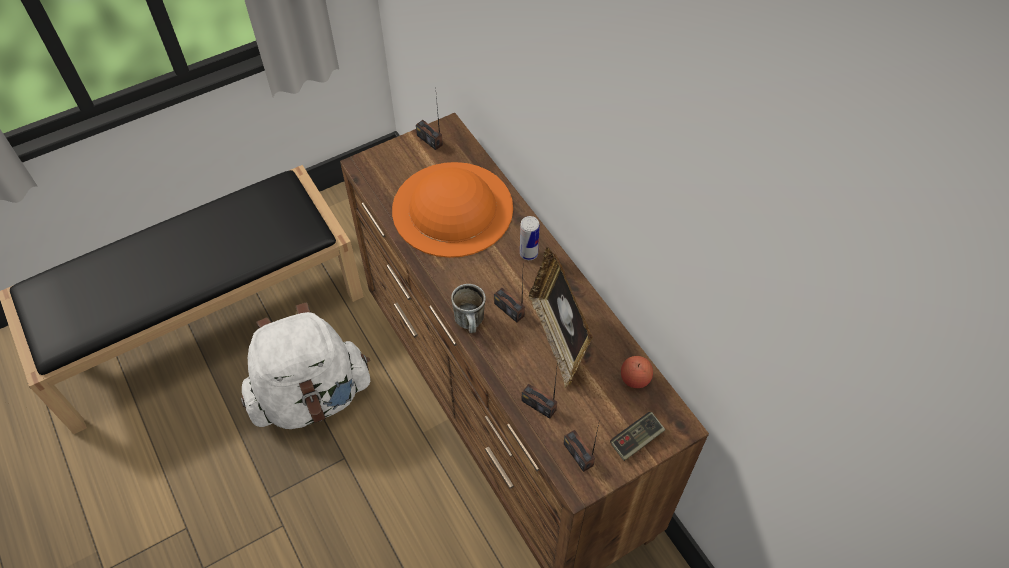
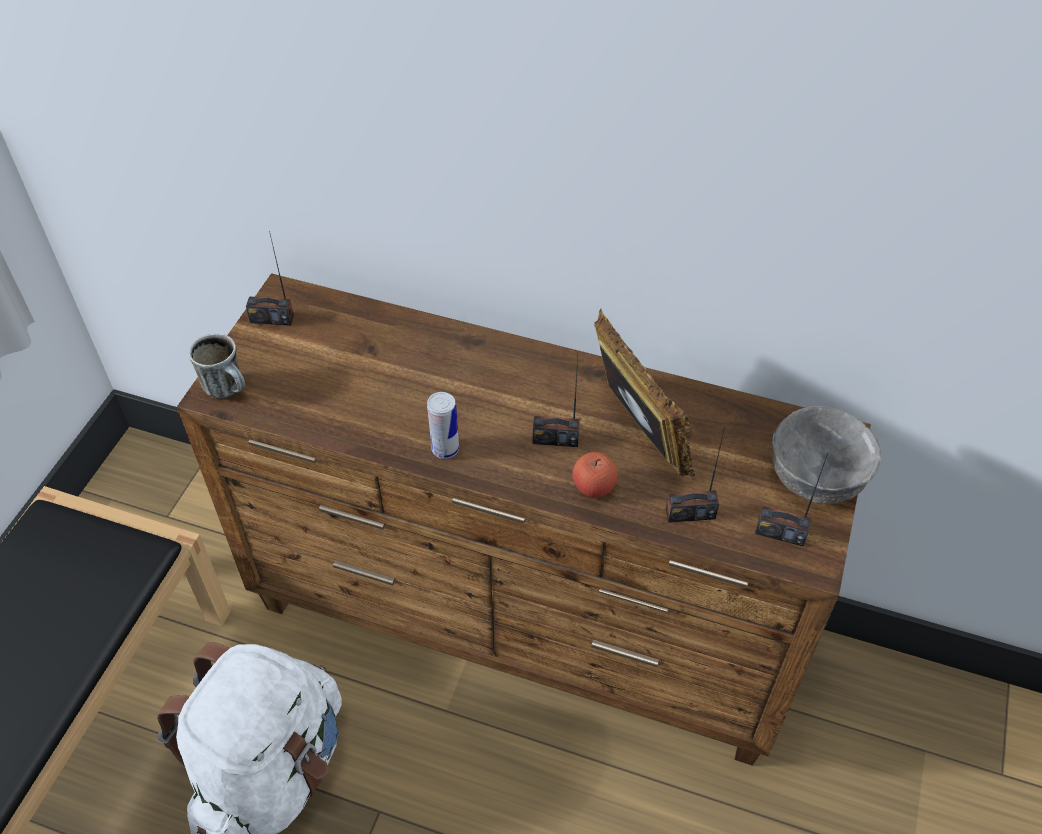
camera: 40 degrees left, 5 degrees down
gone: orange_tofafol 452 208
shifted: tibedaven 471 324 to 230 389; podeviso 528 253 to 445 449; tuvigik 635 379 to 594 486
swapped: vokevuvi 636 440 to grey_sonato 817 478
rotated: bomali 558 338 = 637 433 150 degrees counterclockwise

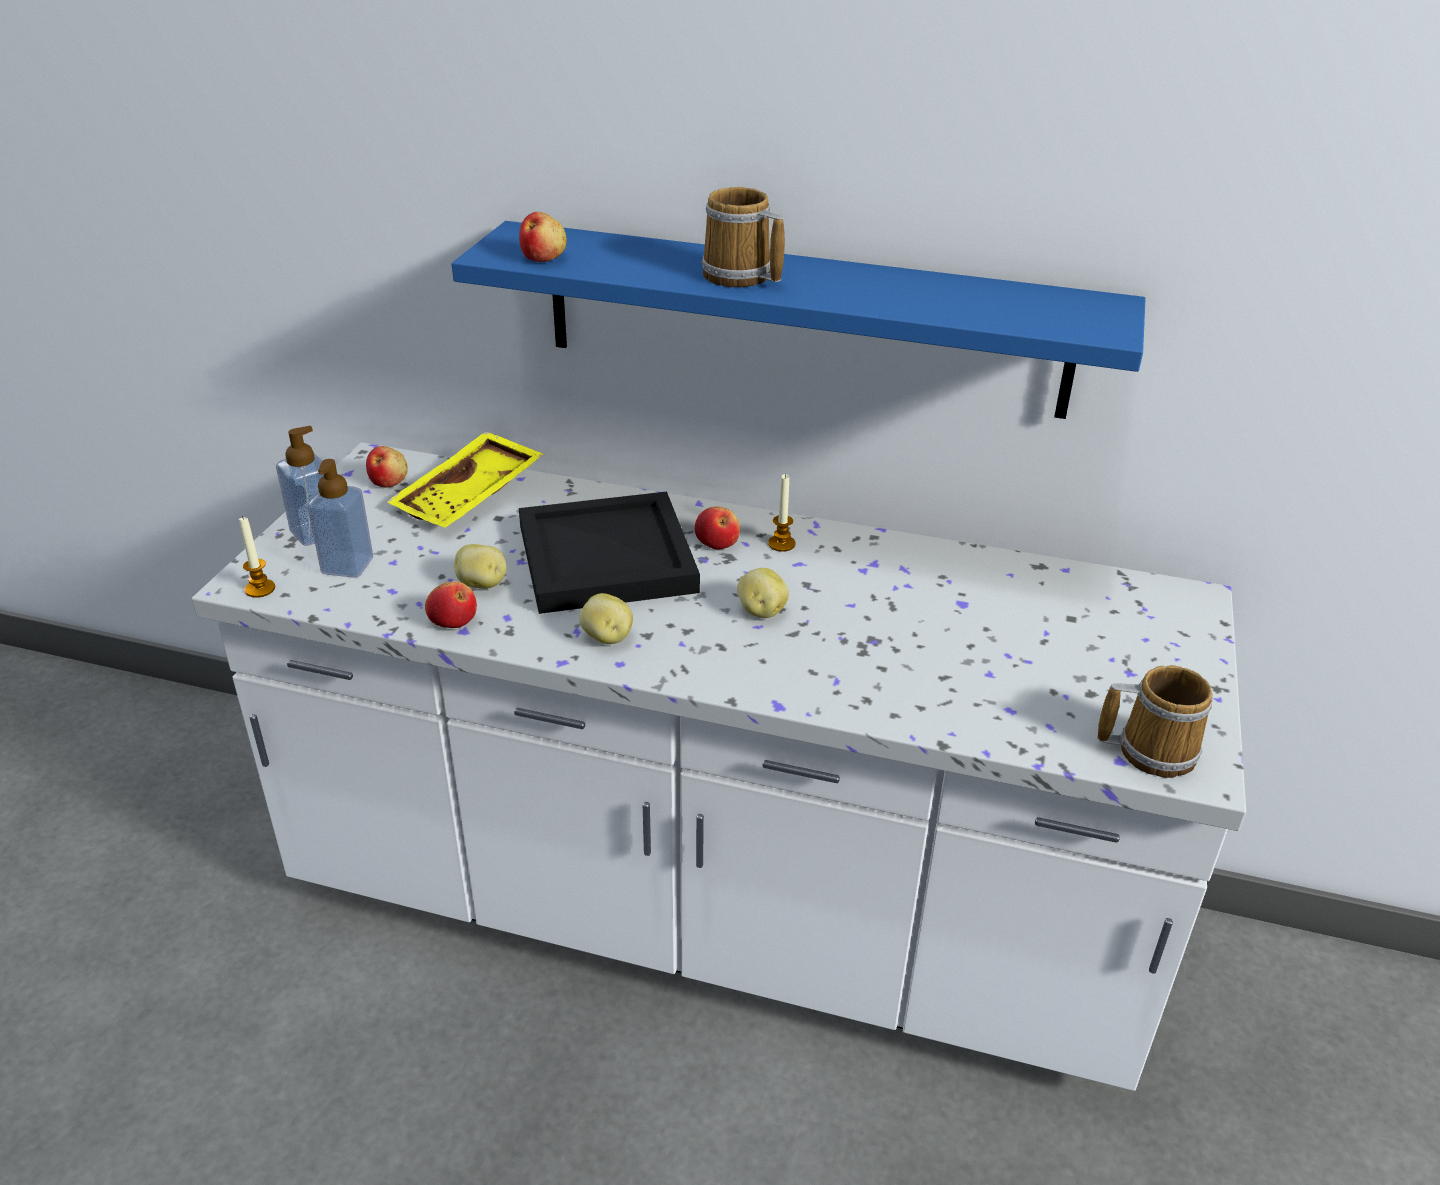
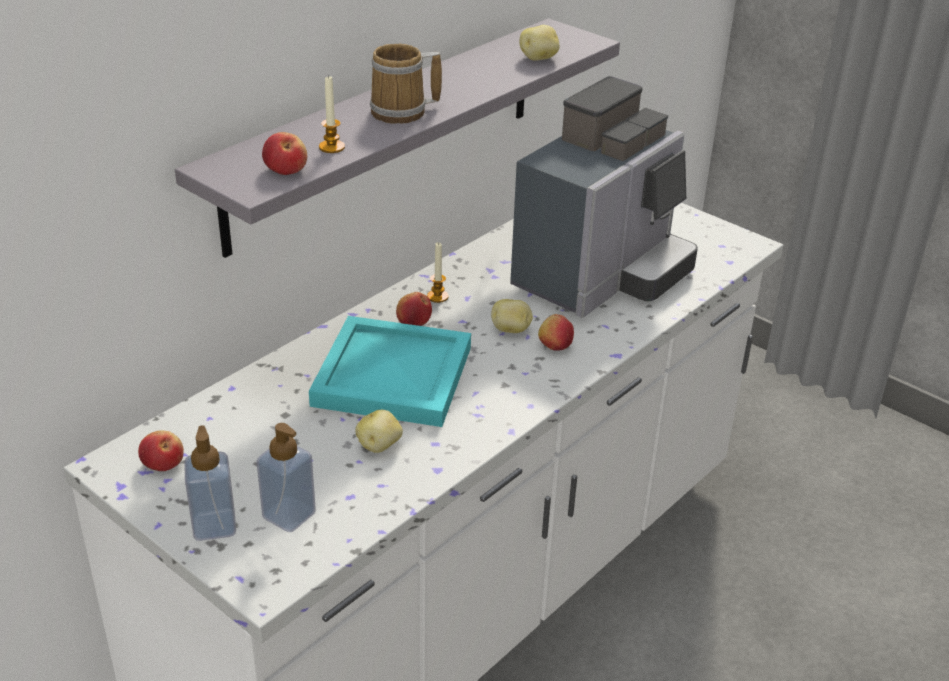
camera: 65 degrees left, 0 degrees up
gone: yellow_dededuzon 471 497; tibedaven 1151 749
new: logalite 602 275
shifted: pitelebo 260 589 to 331 147; tuvigik 453 620 to 555 345; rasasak 606 637 to 539 58
repainted: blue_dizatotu 803 319 to grey_dizatotu 387 131; black_dededuzon 608 556 to turquoise_dededuzon 391 374

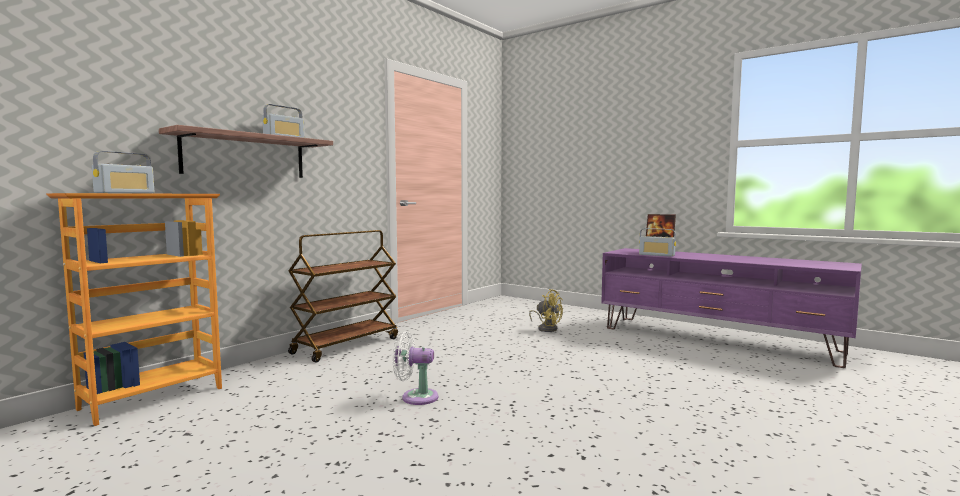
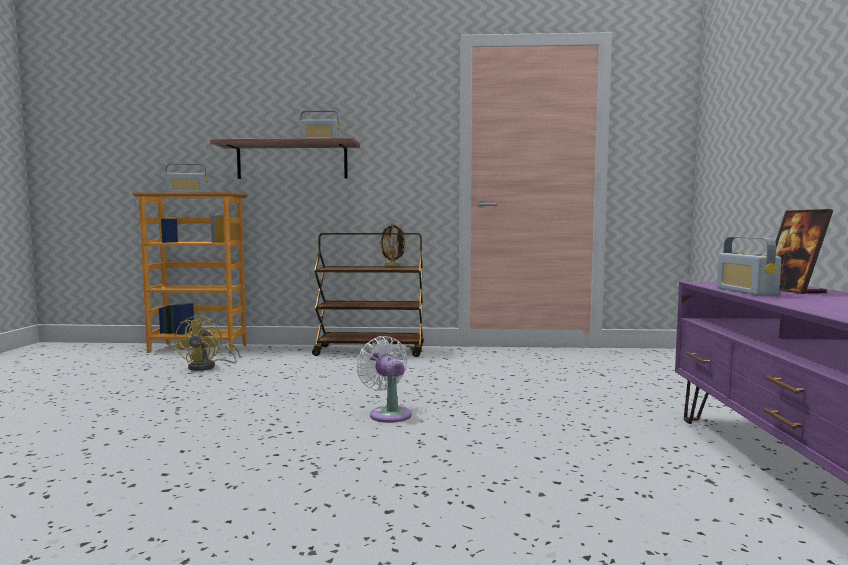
camera: 55 degrees right, 0 degrees up
new: bomali 393 266
shifted: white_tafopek 416 397 to 388 413; yellow_tafopek 546 328 to 208 367

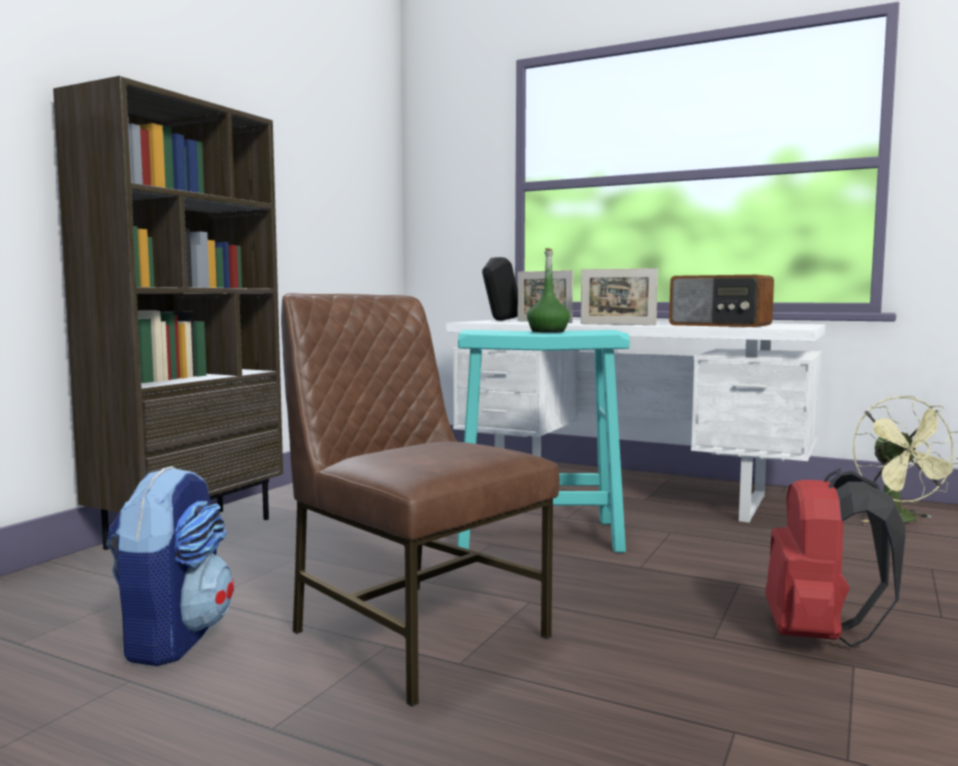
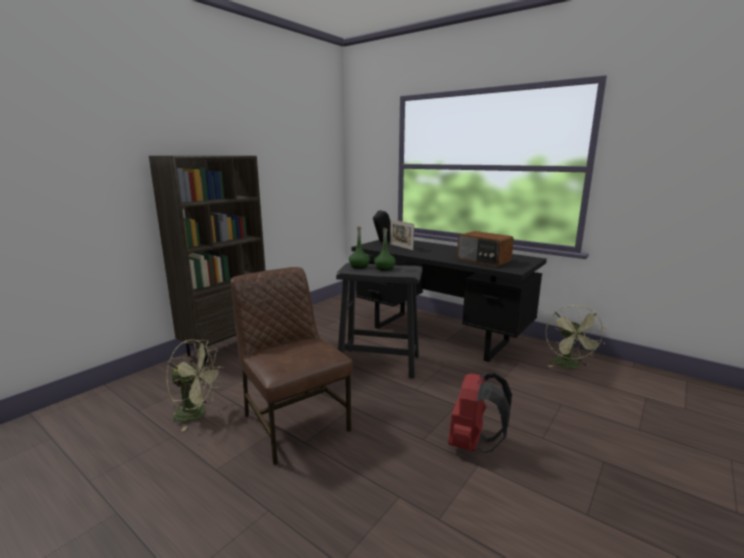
camera: 10 degrees right, 10 degrees up
gone: bomali 617 324
new: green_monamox 359 266
swapped: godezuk 173 638 to green_tafopek 197 414
repainted: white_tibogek 629 492 to black_tibogek 440 334; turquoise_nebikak 537 535 to black_nebikak 378 362

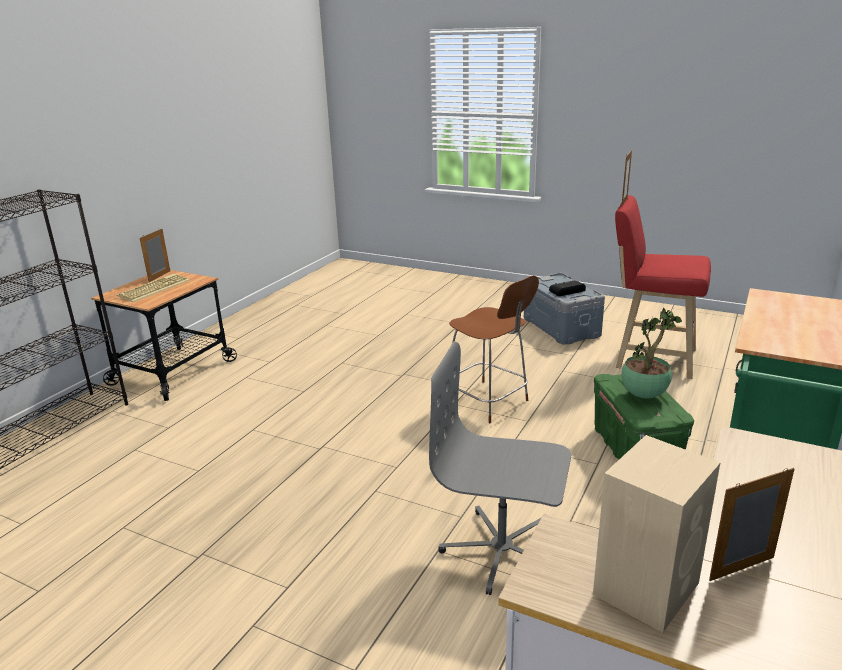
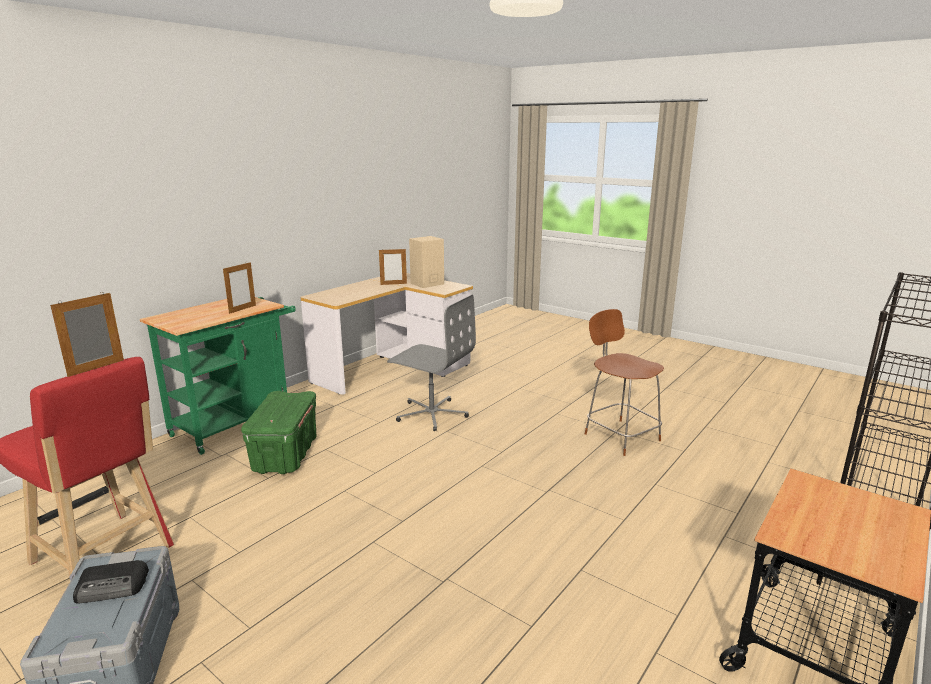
camera: 170 degrees left, 5 degrees down
gone: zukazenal 154 288; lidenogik 644 395
shifted: bomali 159 276 to 242 309; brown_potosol 488 402 to 620 436

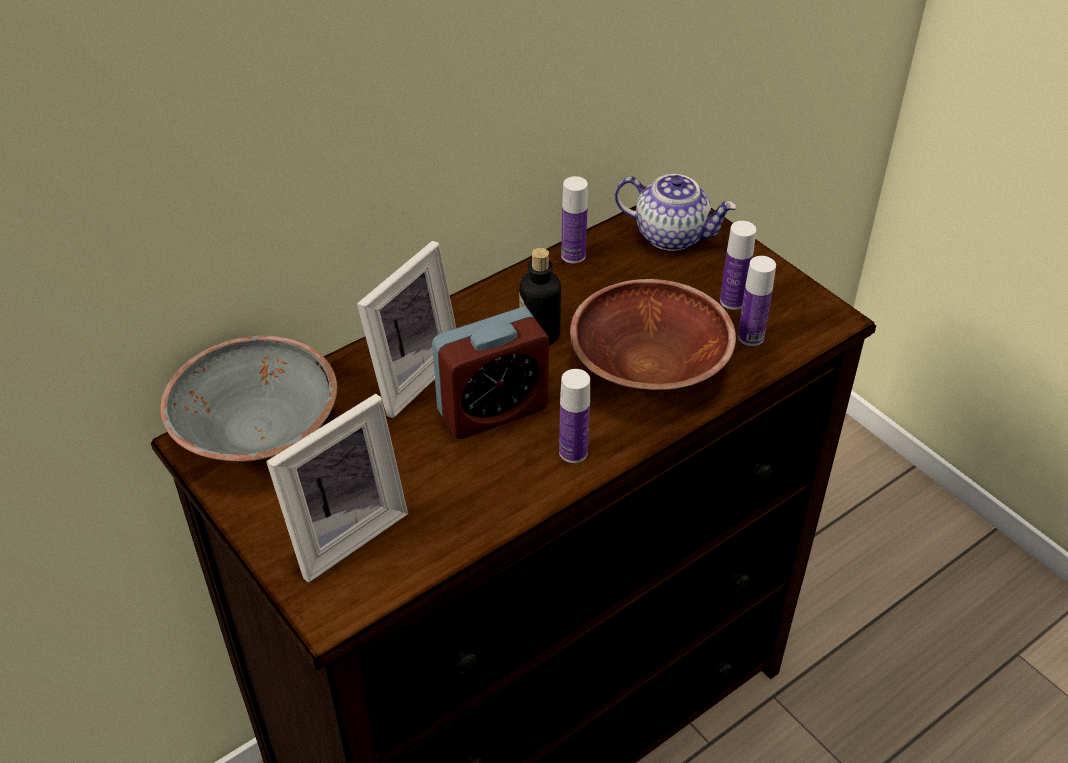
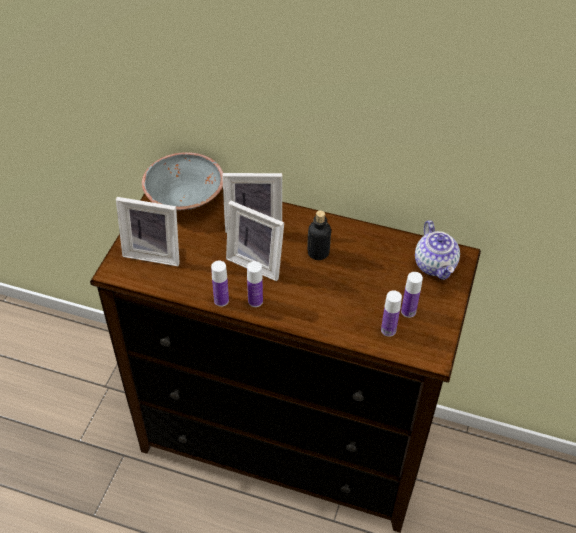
camera: 55 degrees right, 5 degrees up
gone: brown_sonato 649 368
shifted: monamox 573 255 to 221 300
swapped: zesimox 492 410 to bomali 257 261

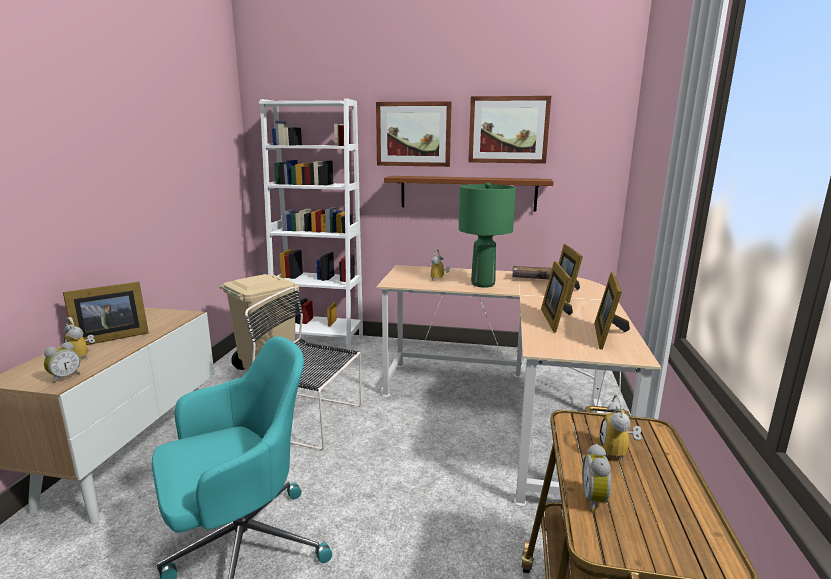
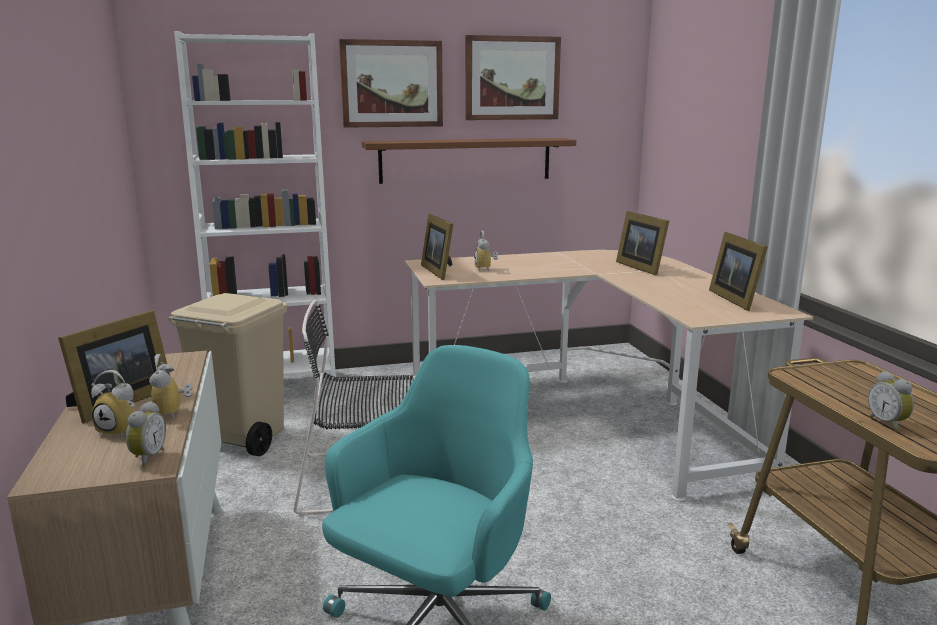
camera: 25 degrees left, 0 degrees up
gone: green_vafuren 483 284; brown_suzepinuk 531 278
shifted: bomali 556 320 to 439 271; zesimox 618 452 to 173 413

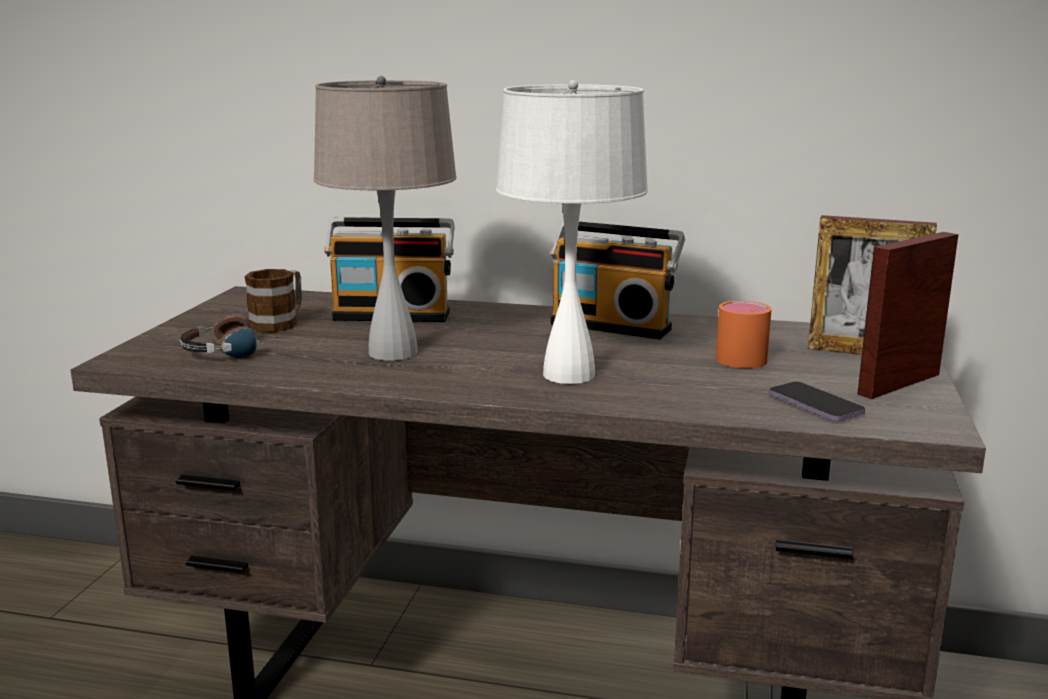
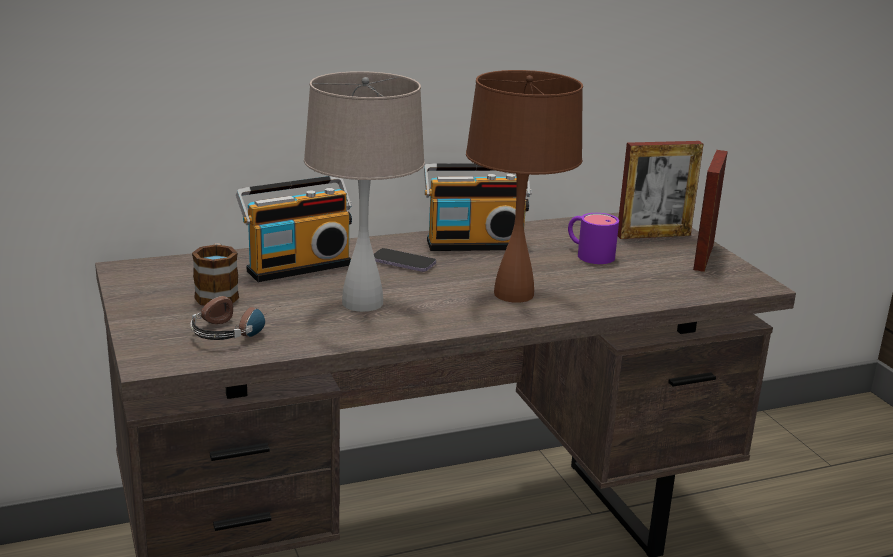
camera: 35 degrees left, 5 degrees up
shifted: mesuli 815 405 to 403 262
repainted: white_vafuren 567 375 to brown_vafuren 513 294; orange_tibedaven 736 356 to purple_tibedaven 588 254

